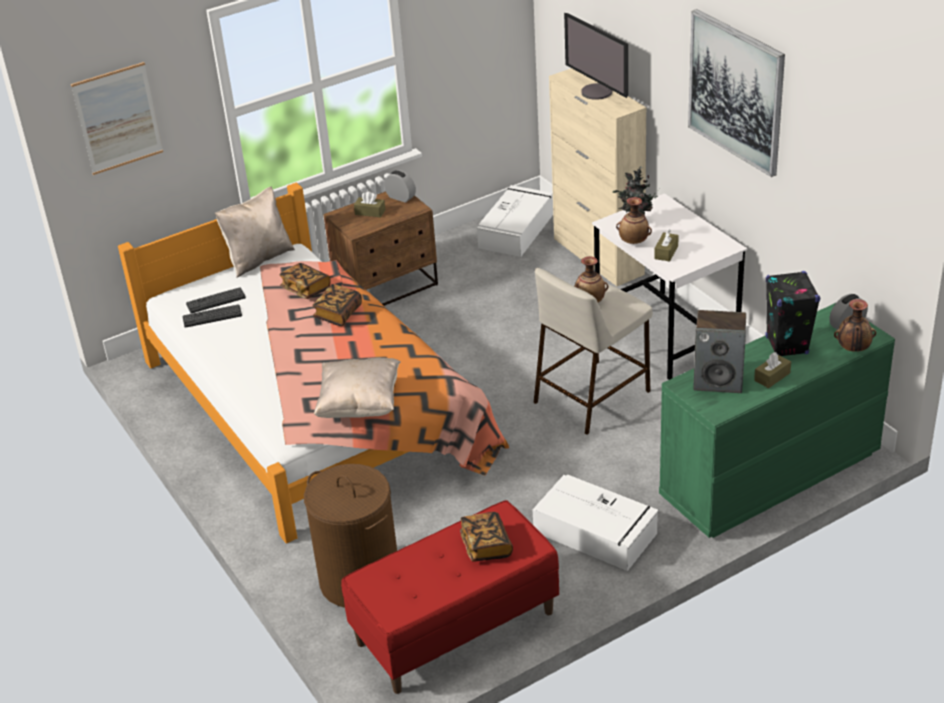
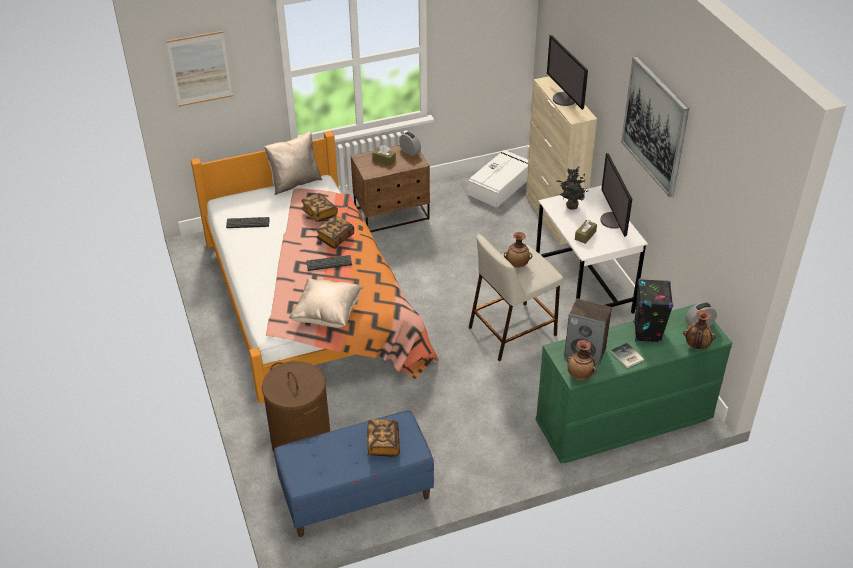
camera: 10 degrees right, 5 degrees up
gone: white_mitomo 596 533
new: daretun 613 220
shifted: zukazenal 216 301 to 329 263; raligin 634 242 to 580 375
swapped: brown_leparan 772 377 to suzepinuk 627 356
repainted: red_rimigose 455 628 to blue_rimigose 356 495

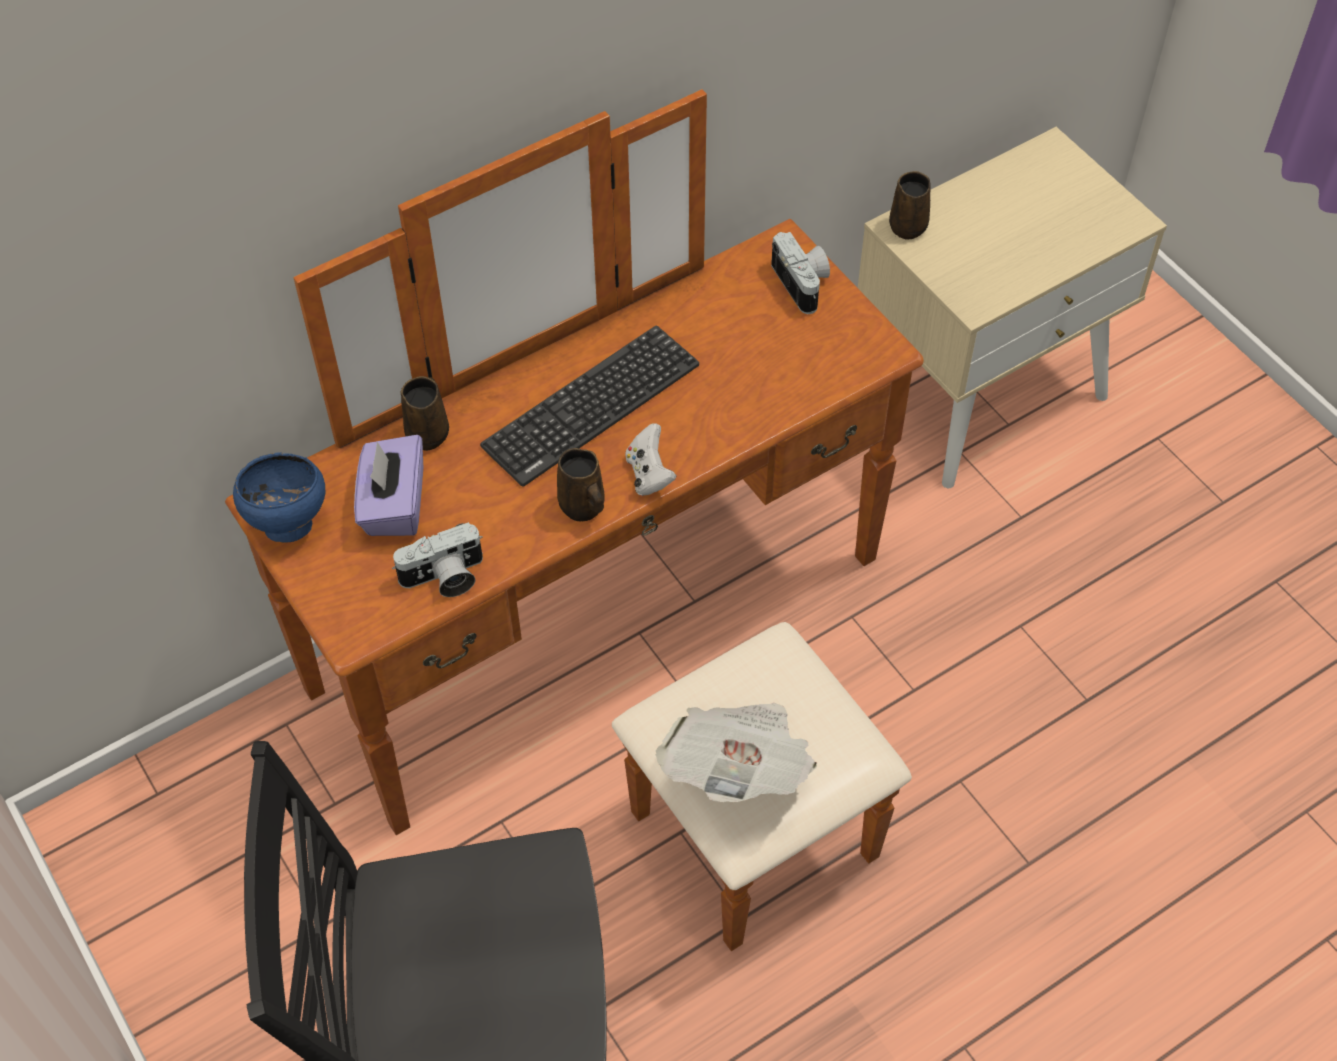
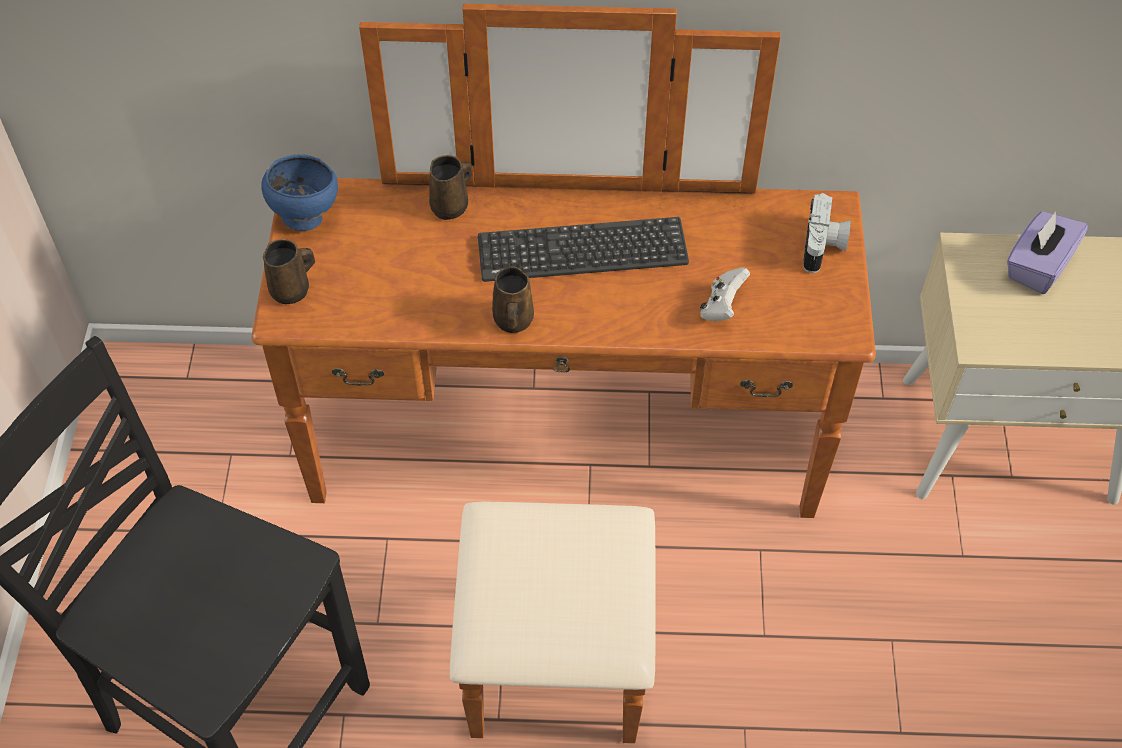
camera: 35 degrees right, 0 degrees up
gone: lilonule 444 578; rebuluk 738 768
shifted: purple_leparan 394 505 to 1037 266; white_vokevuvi 649 474 to 722 307; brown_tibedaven 909 225 to 292 290

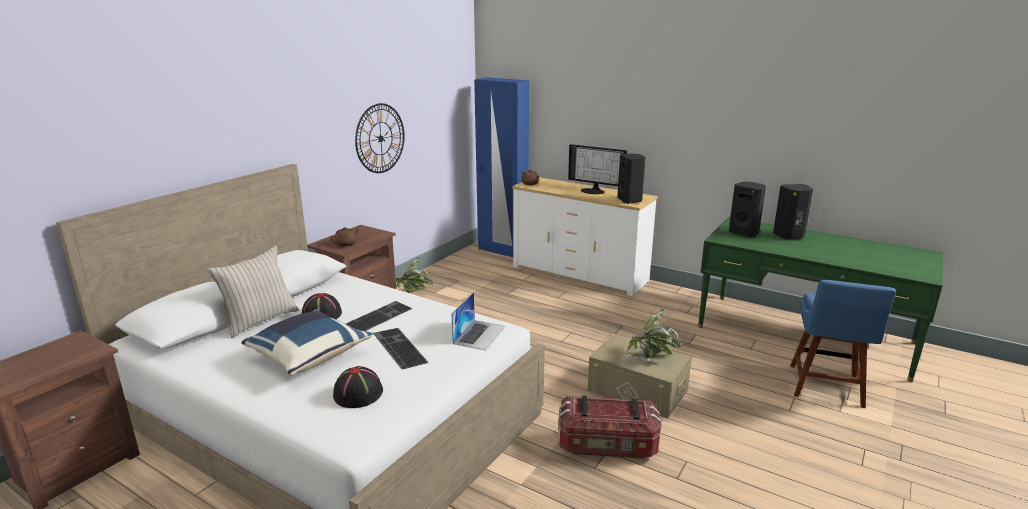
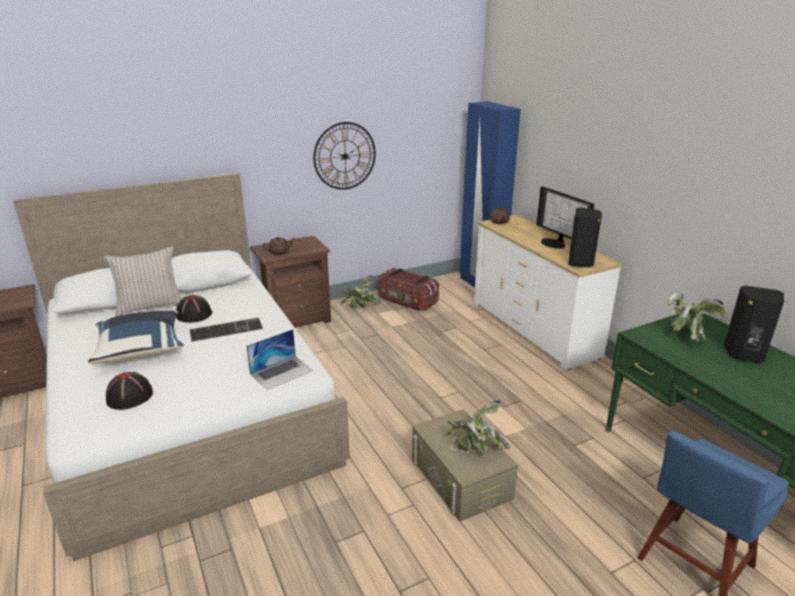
camera: 30 degrees right, 5 degrees up
gone: zukazenal 397 348
shifted: mitomo 607 446 to 407 301
swapped: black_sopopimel 744 233 to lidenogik 685 335

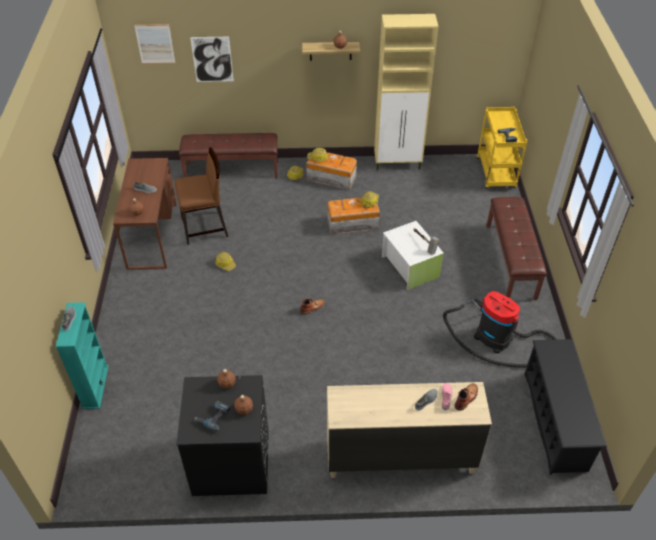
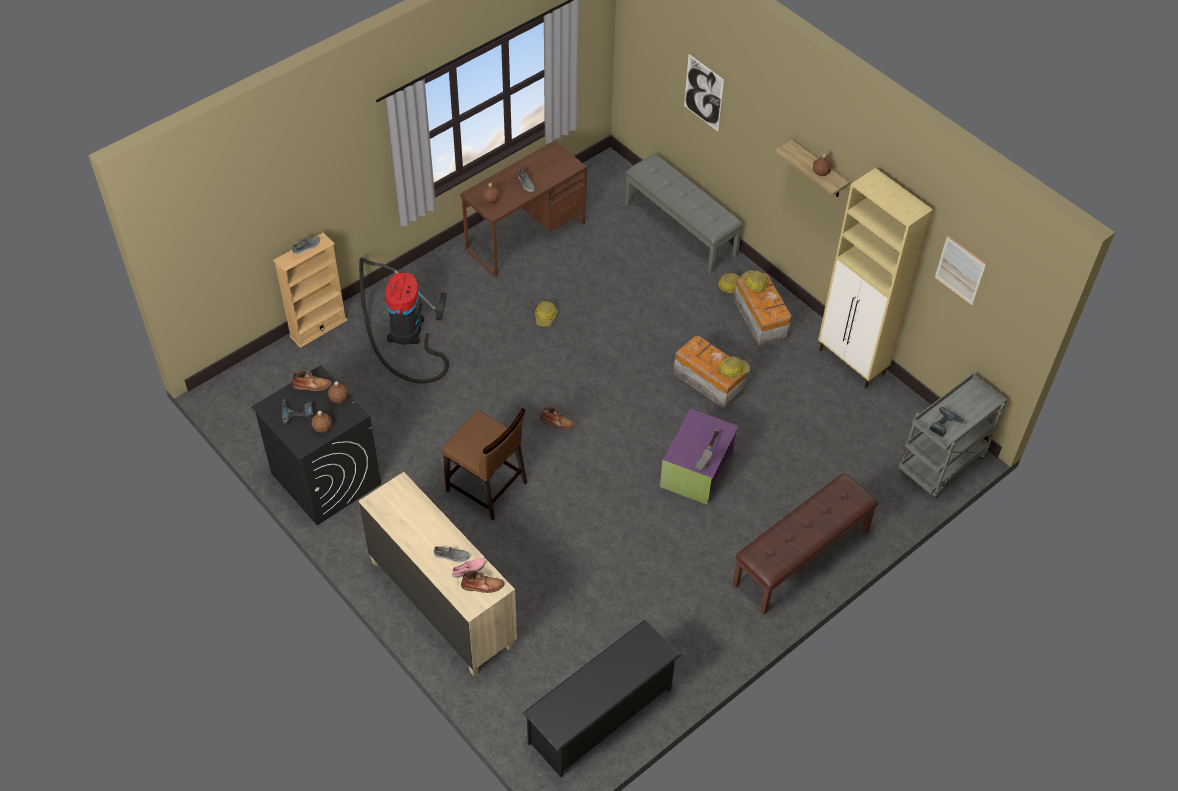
camera: 50 degrees right, 5 degrees up
new: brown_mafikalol 312 385
shifted: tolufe 155 44 to 960 270; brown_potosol 205 228 to 487 488; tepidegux 497 340 to 406 334
repainted: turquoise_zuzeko 95 387 to beige_zuzeko 318 328; brown_rimigose 232 170 to grey_rimigose 681 230; white_mitomo 410 266 to purple_mitomo 698 470; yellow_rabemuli 496 174 to grey_rabemuli 941 466

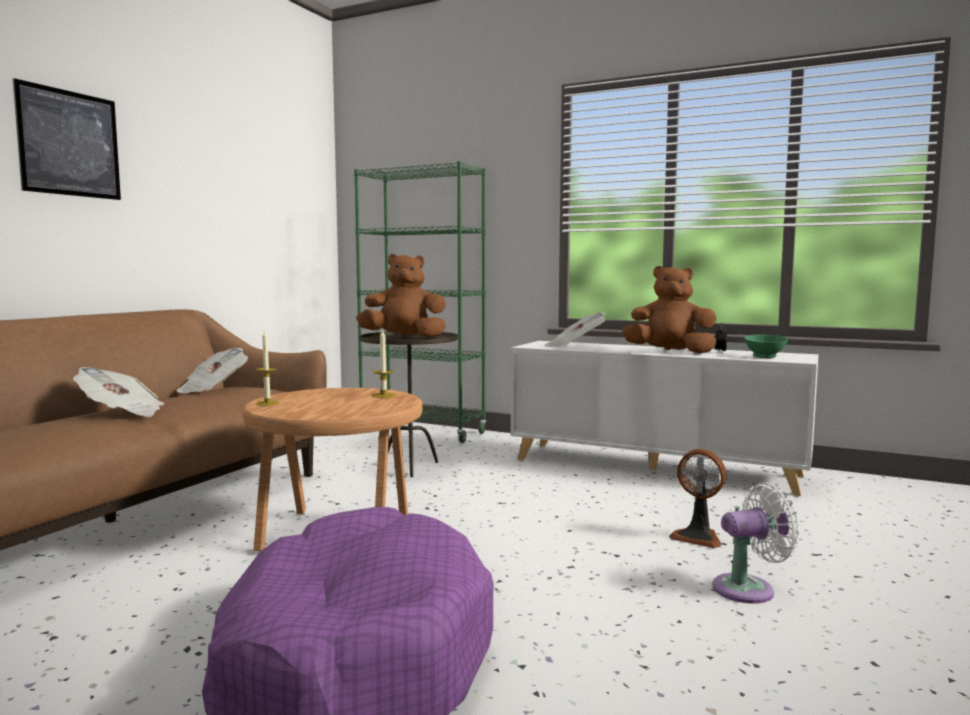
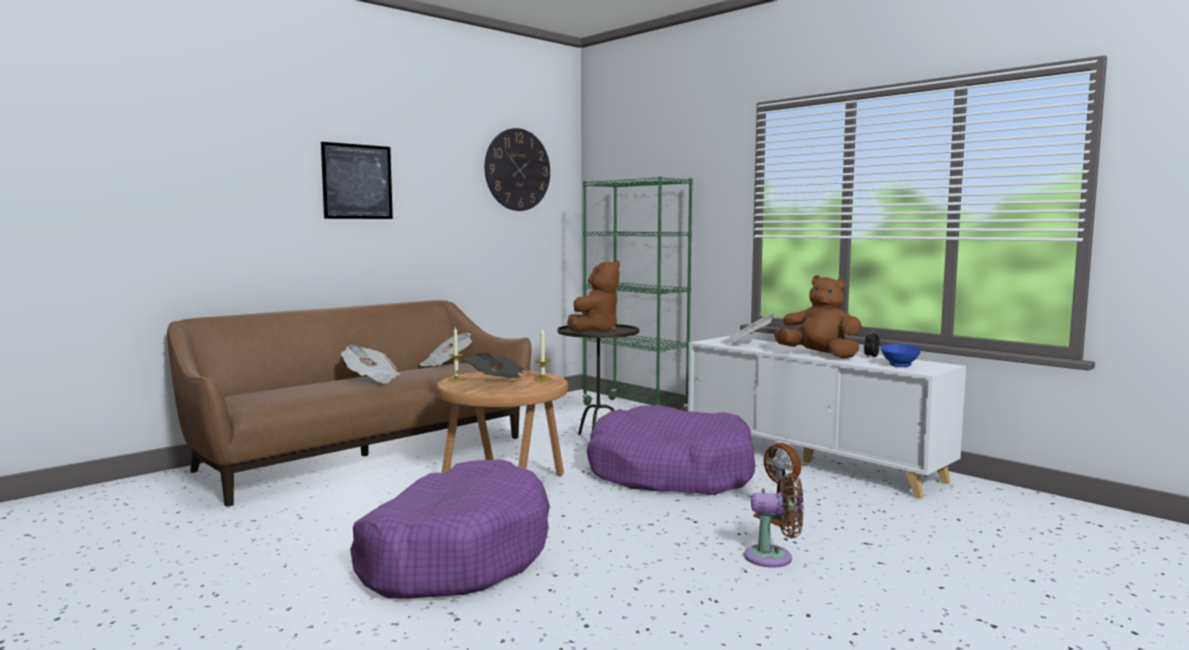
camera: 20 degrees right, 0 degrees up
new: rebuluk 496 383; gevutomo 517 170; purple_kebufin 670 473
repainted: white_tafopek 749 589 to brown_tafopek 773 557; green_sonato 764 357 to blue_sonato 899 365
rotated: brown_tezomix 404 337 = 595 330 105 degrees clockwise

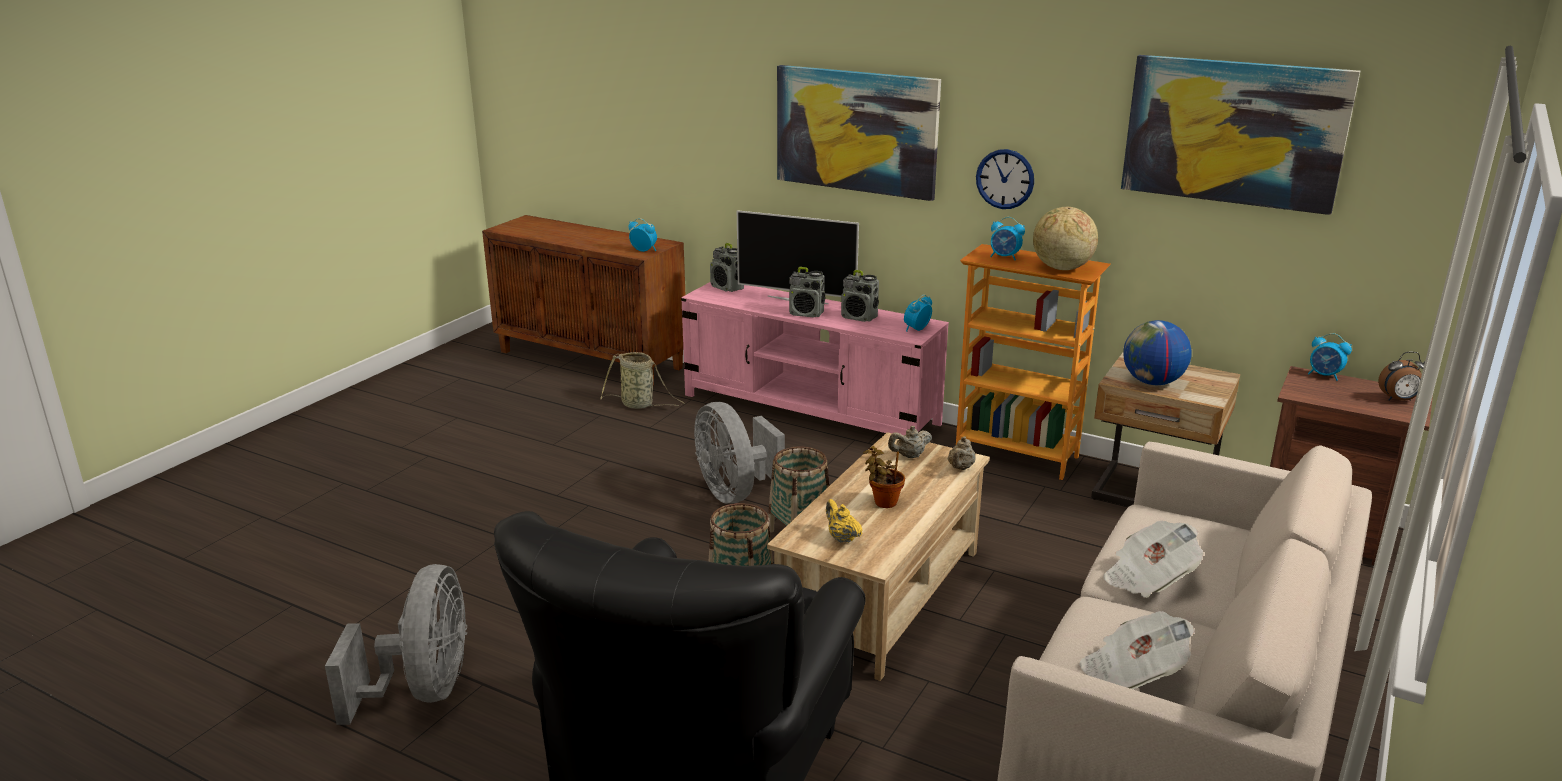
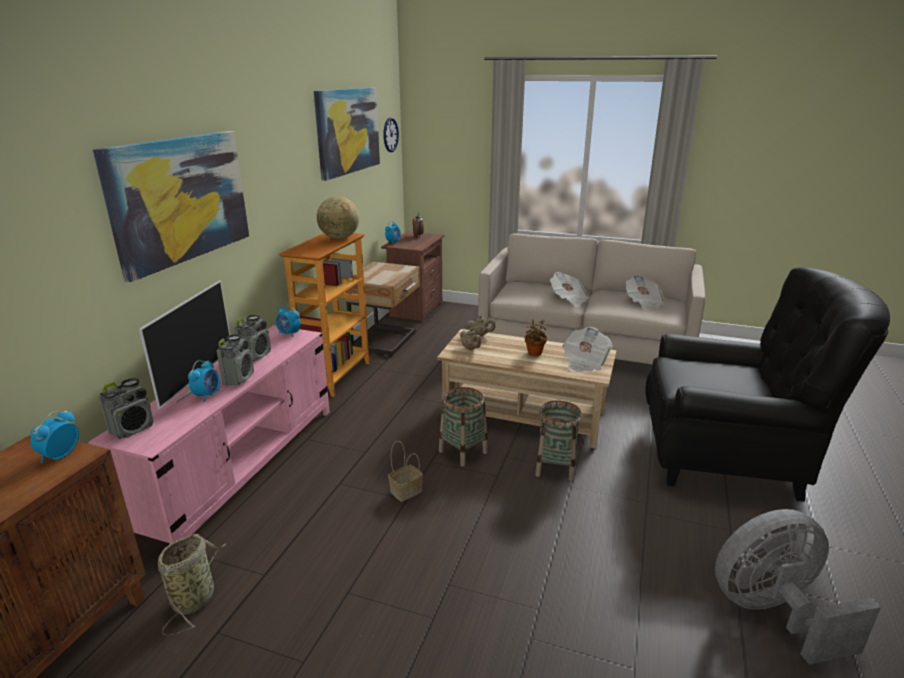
camera: 100 degrees left, 0 degrees up
gone: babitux 1152 382
shifted: gevutomo 1005 179 to 390 135; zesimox 1004 257 to 207 395
swapped: grey_tafopek 734 493 to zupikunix 406 490; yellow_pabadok 842 538 to rebuluk 584 362

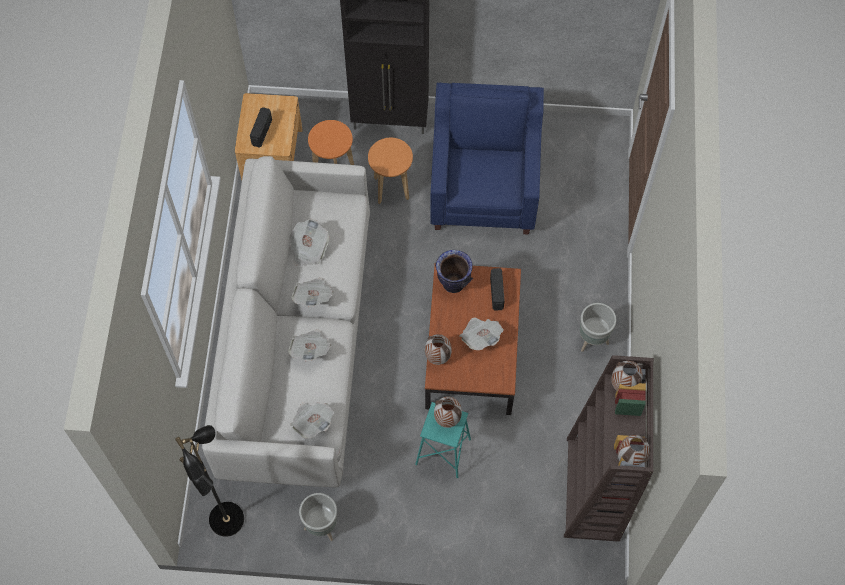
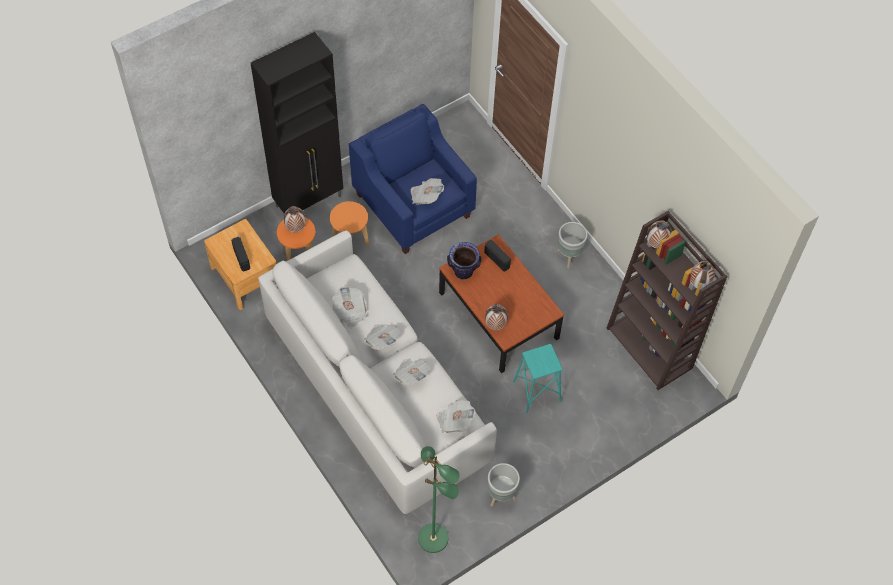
camera: 40 degrees left, 5 degrees down
shifted: raligin 447 419 to 295 229; rebuluk 480 337 to 426 196
repainted: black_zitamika 228 519 to green_zitamika 434 538

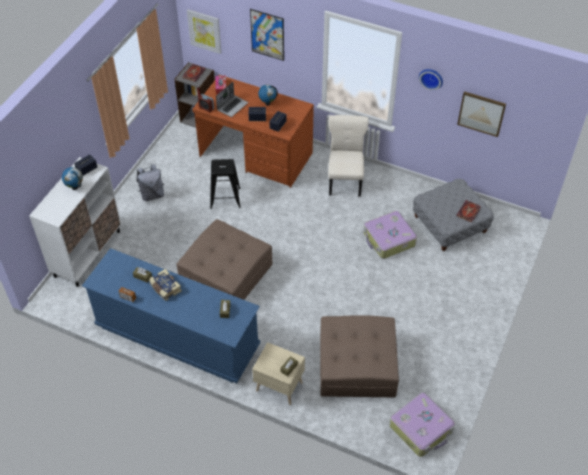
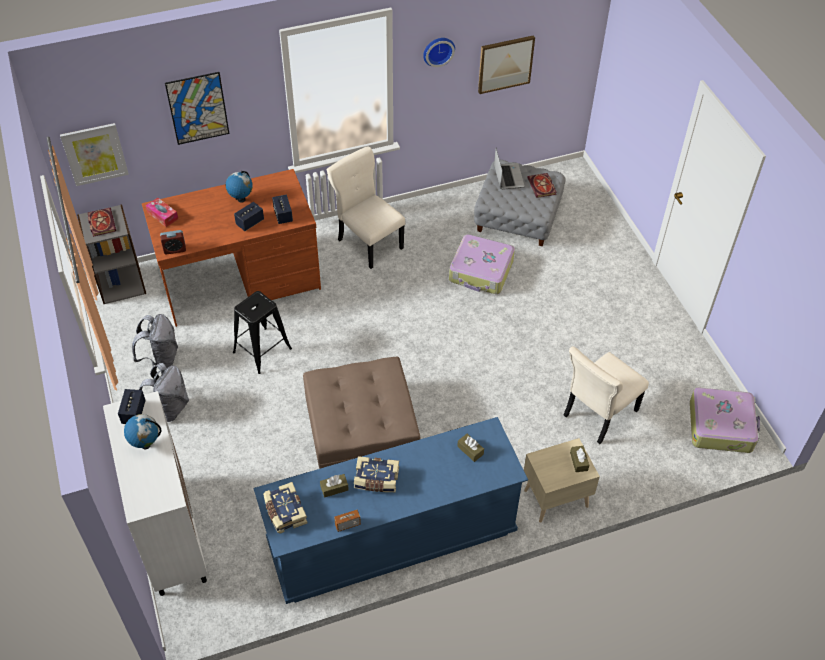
camera: 45 degrees left, 0 degrees up
new: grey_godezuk 161 359; suzepinuk 284 512
shifted: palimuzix 232 106 to 508 177
swapped: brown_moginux 357 364 to beige_potosol 598 414

